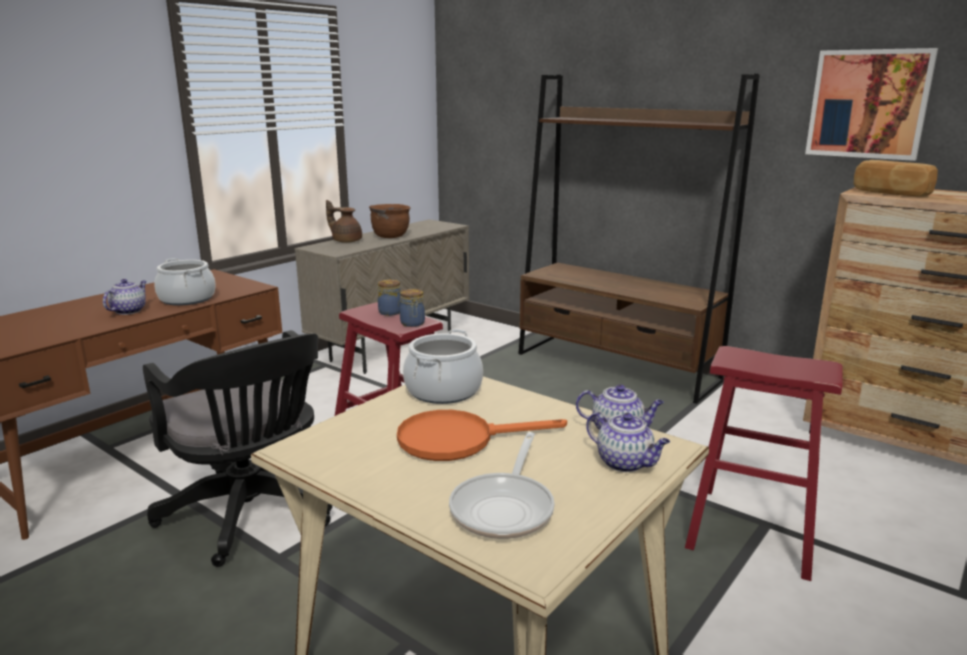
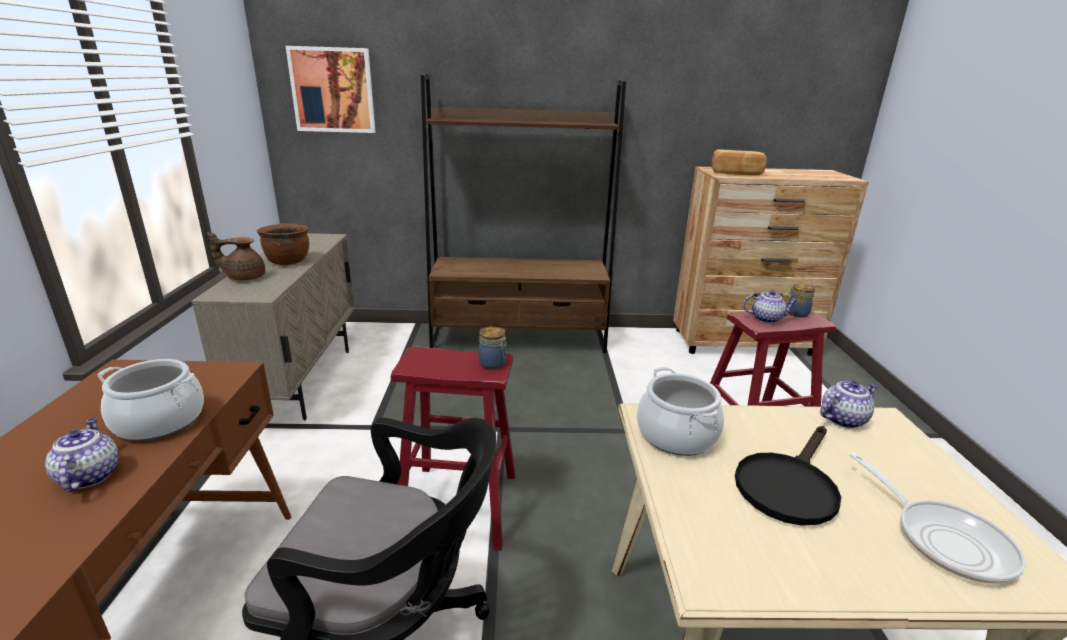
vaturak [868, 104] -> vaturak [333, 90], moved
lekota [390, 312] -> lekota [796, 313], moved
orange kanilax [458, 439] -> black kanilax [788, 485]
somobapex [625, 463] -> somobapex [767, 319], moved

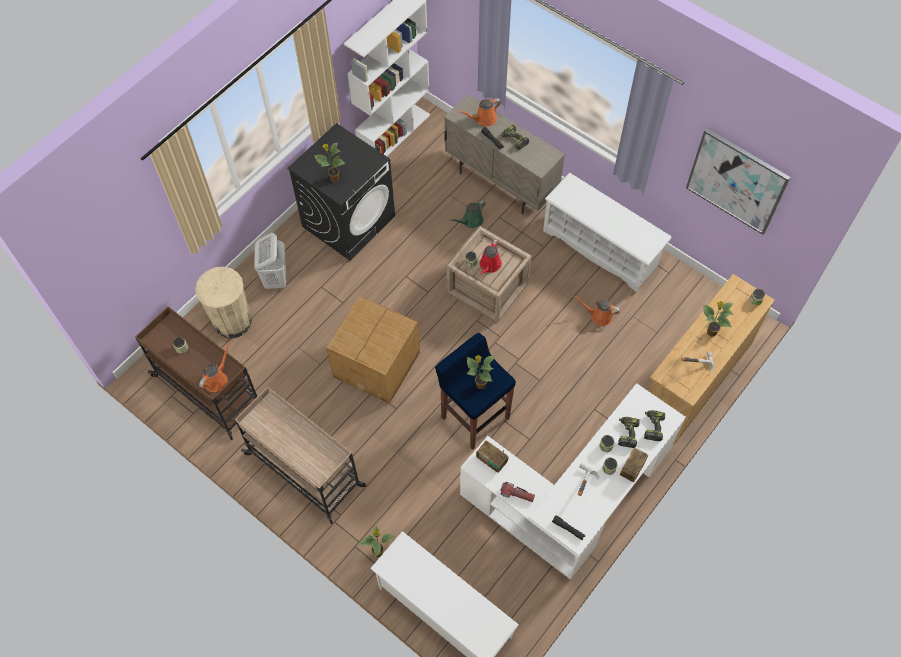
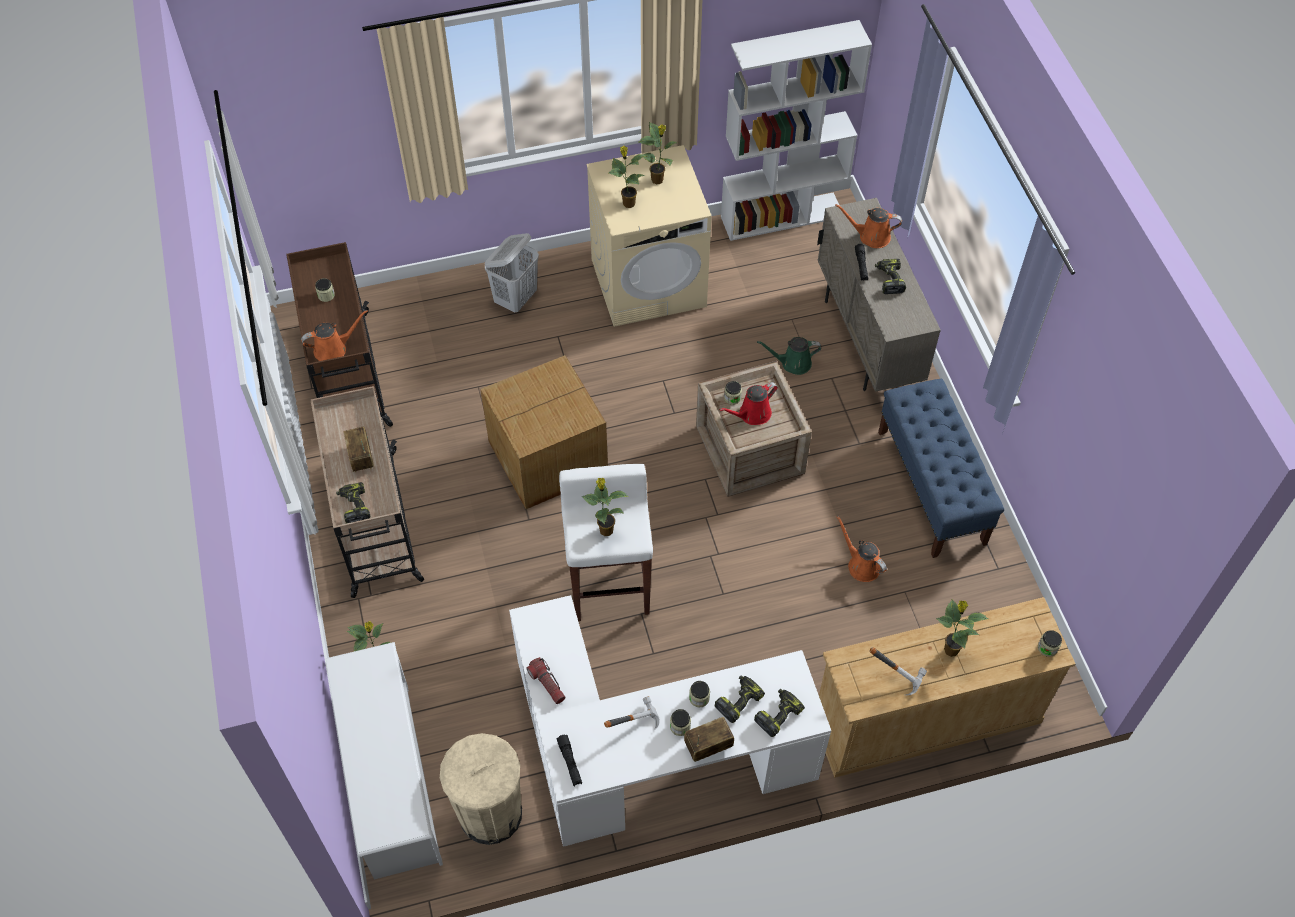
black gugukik [349, 221] -> beige gugukik [649, 283]
vaturak [736, 181] -> none
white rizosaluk [601, 248] -> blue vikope [931, 487]
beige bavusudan [232, 322] -> beige bavusudan [490, 814], moved
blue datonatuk [474, 417] -> white datonatuk [609, 586]
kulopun [491, 460] -> kulopun [361, 457], moved
none -> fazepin [658, 180]
none -> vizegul [354, 506]

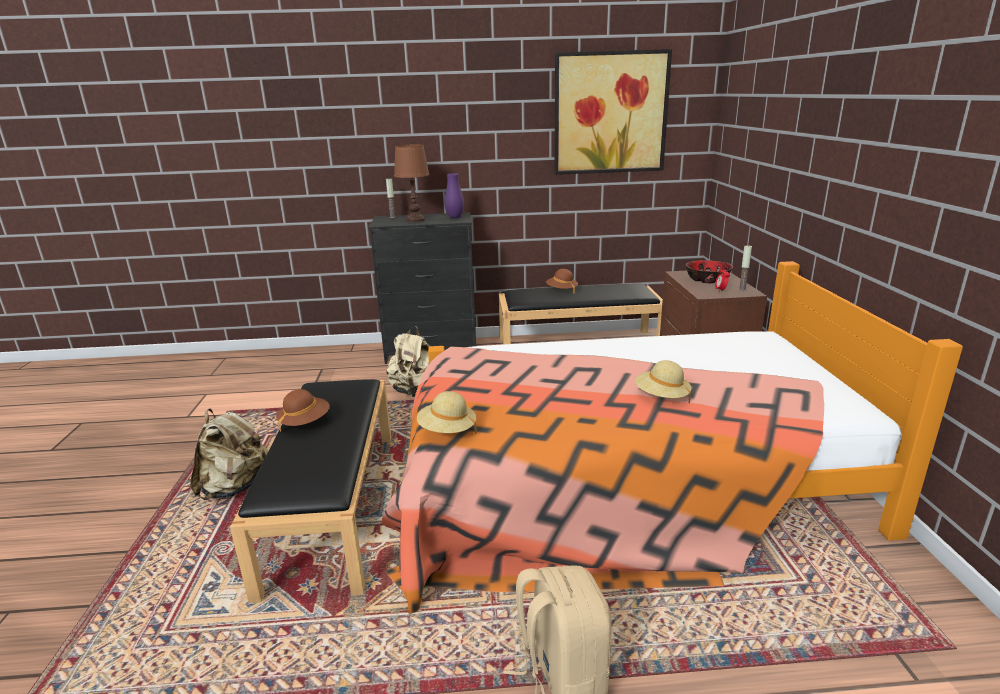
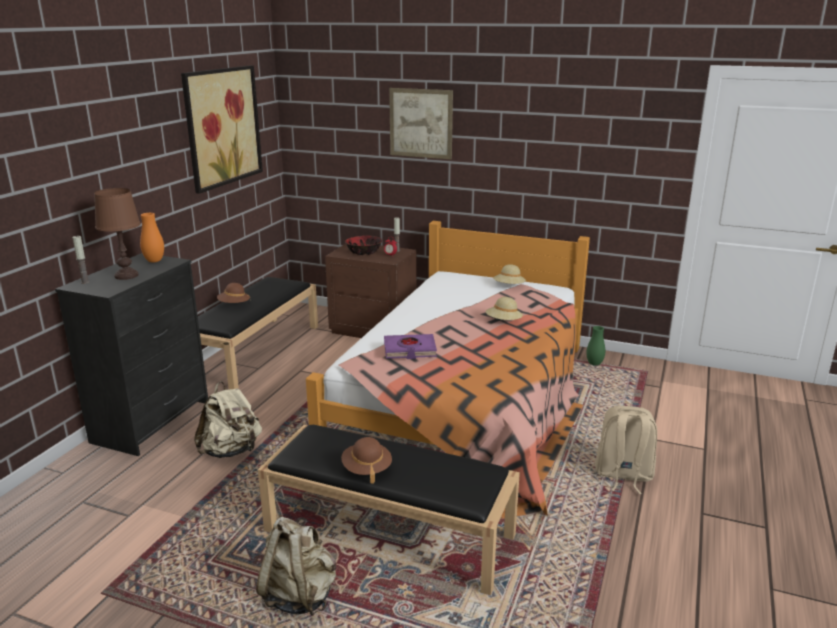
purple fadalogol [455, 217] -> orange fadalogol [154, 261]
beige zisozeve [447, 430] -> beige zisozeve [509, 286], moved
none -> vaturak [421, 123]
none -> green fadalogol [594, 364]
none -> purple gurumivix [409, 350]

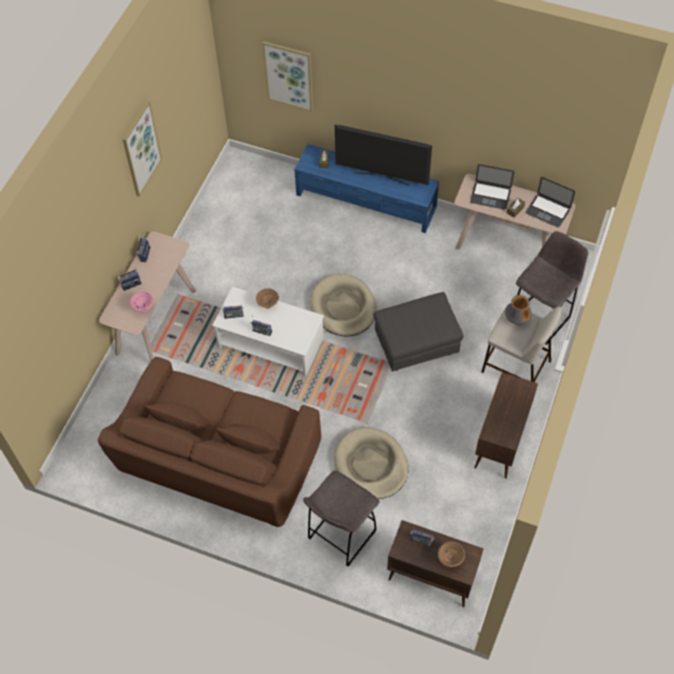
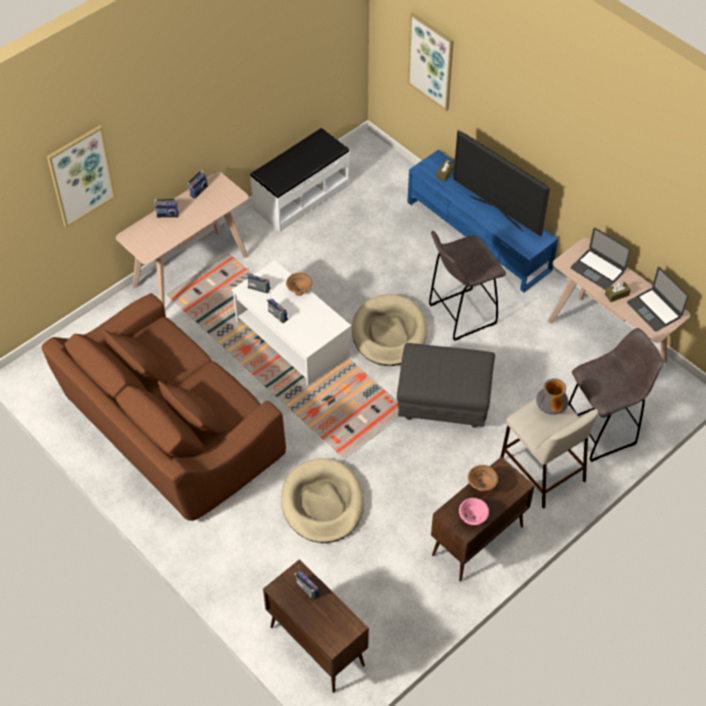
vaturak [141, 149] -> vaturak [81, 176], moved
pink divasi [144, 308] -> pink divasi [472, 520], moved
grey datonatuk [340, 536] -> grey datonatuk [460, 315], moved
brown divasi [450, 559] -> brown divasi [481, 487], moved
none -> white vikope [301, 197]

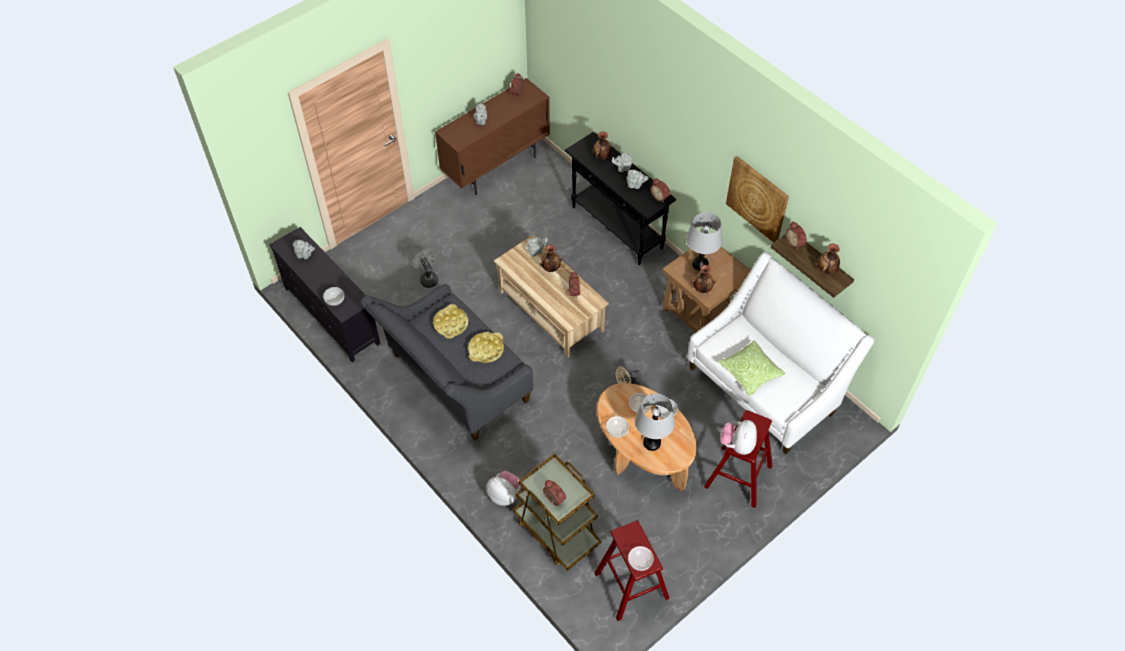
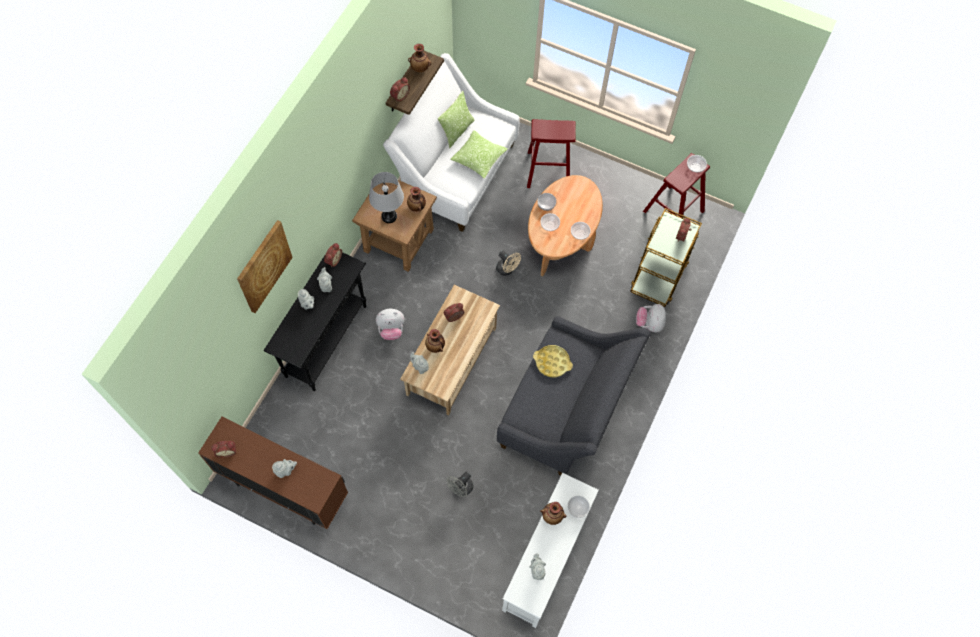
fadalogol [602, 156] -> fadalogol [552, 516], moved
vaturak [757, 199] -> vaturak [264, 266], moved
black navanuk [331, 316] -> white navanuk [546, 560]
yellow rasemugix [451, 324] -> none
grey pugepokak [651, 442] -> none
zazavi [737, 445] -> zazavi [391, 329], moved
none -> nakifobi [457, 131]

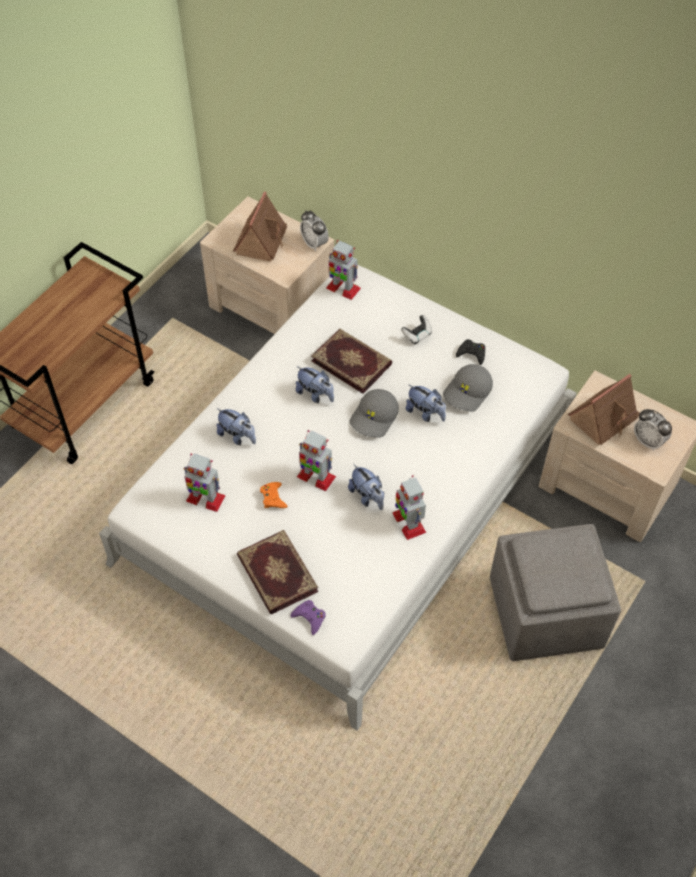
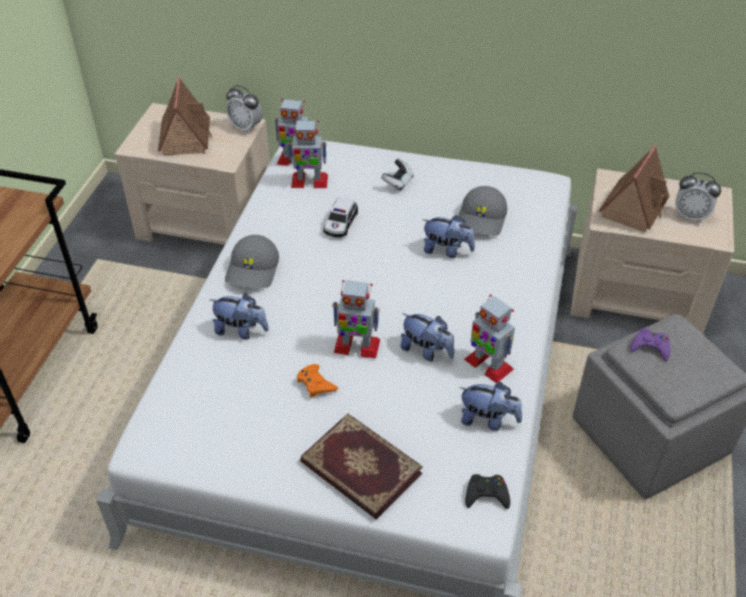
gurumivix [352, 362] -> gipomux [340, 223]
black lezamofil [471, 353] -> black lezamofil [486, 494], moved
zazavi [315, 394] -> zazavi [488, 420], moved
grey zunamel [374, 418] -> grey zunamel [253, 270], moved
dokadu [205, 498] -> dokadu [309, 181], moved
purple lezamofil [309, 618] -> purple lezamofil [650, 347], moved

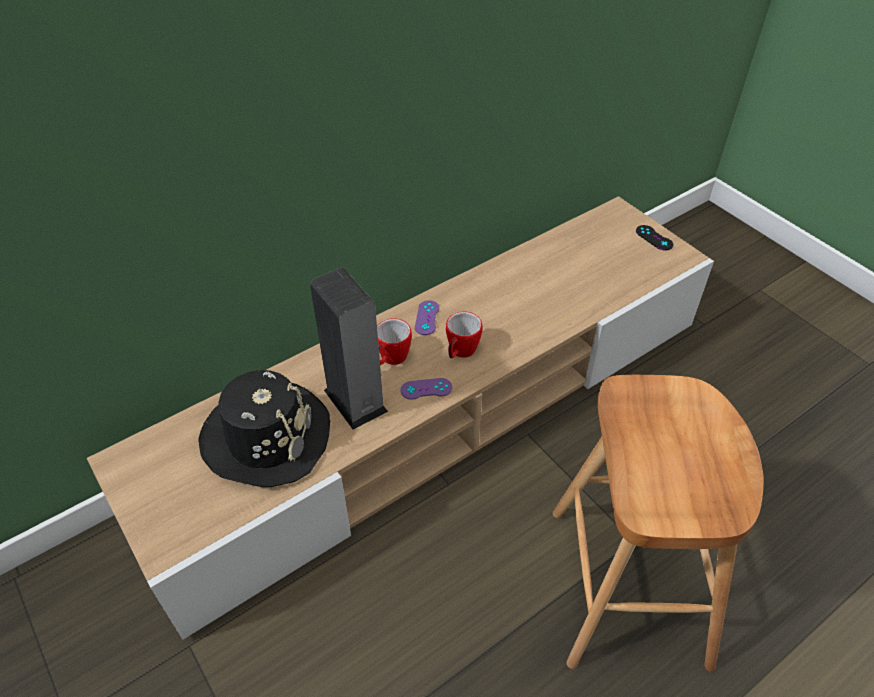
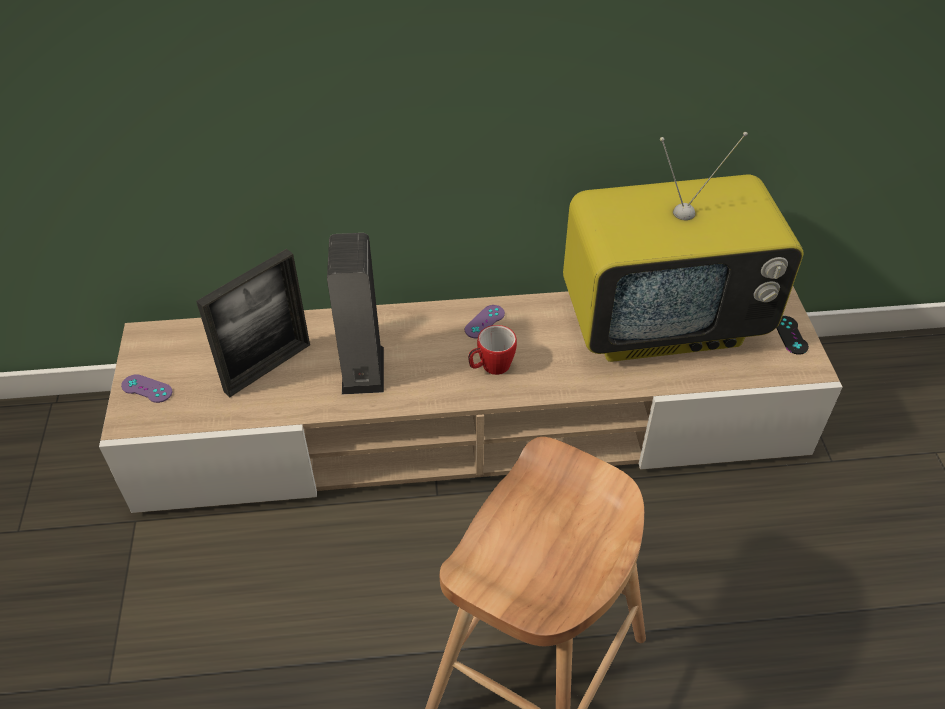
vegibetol [391, 359] -> none
black zisozeve [266, 436] -> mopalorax [267, 368]
purple lezamofil [426, 389] -> purple lezamofil [147, 389], moved
none -> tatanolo [663, 322]

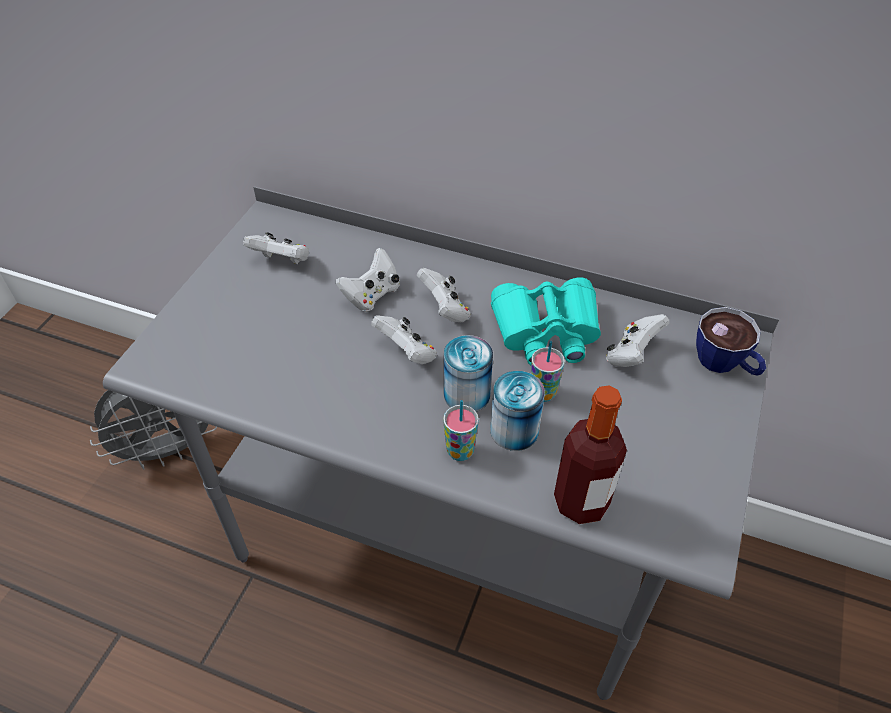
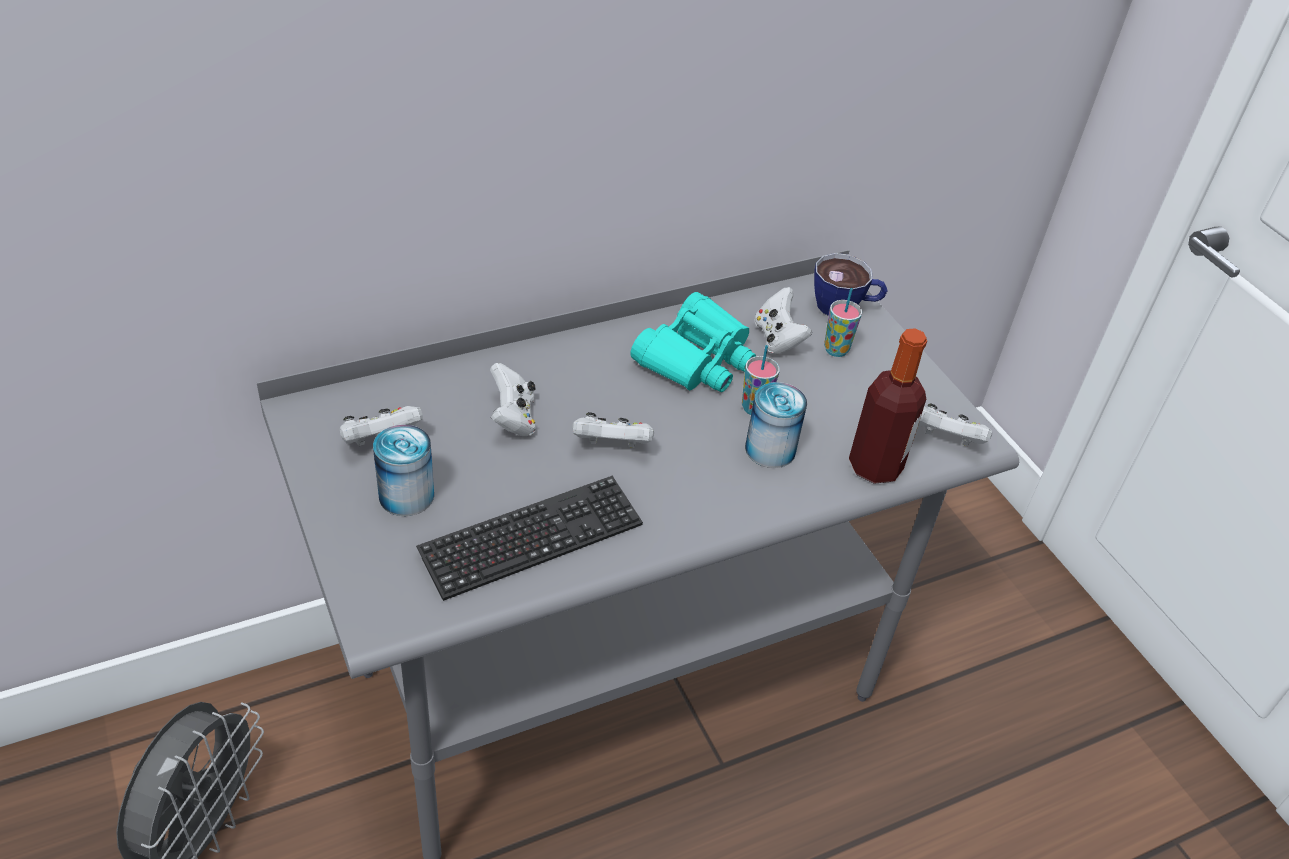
white lezamofil [445, 310] -> white lezamofil [946, 441], moved
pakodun [467, 394] -> pakodun [406, 495], moved
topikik [460, 451] -> topikik [836, 350], moved
none -> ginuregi [531, 539]

